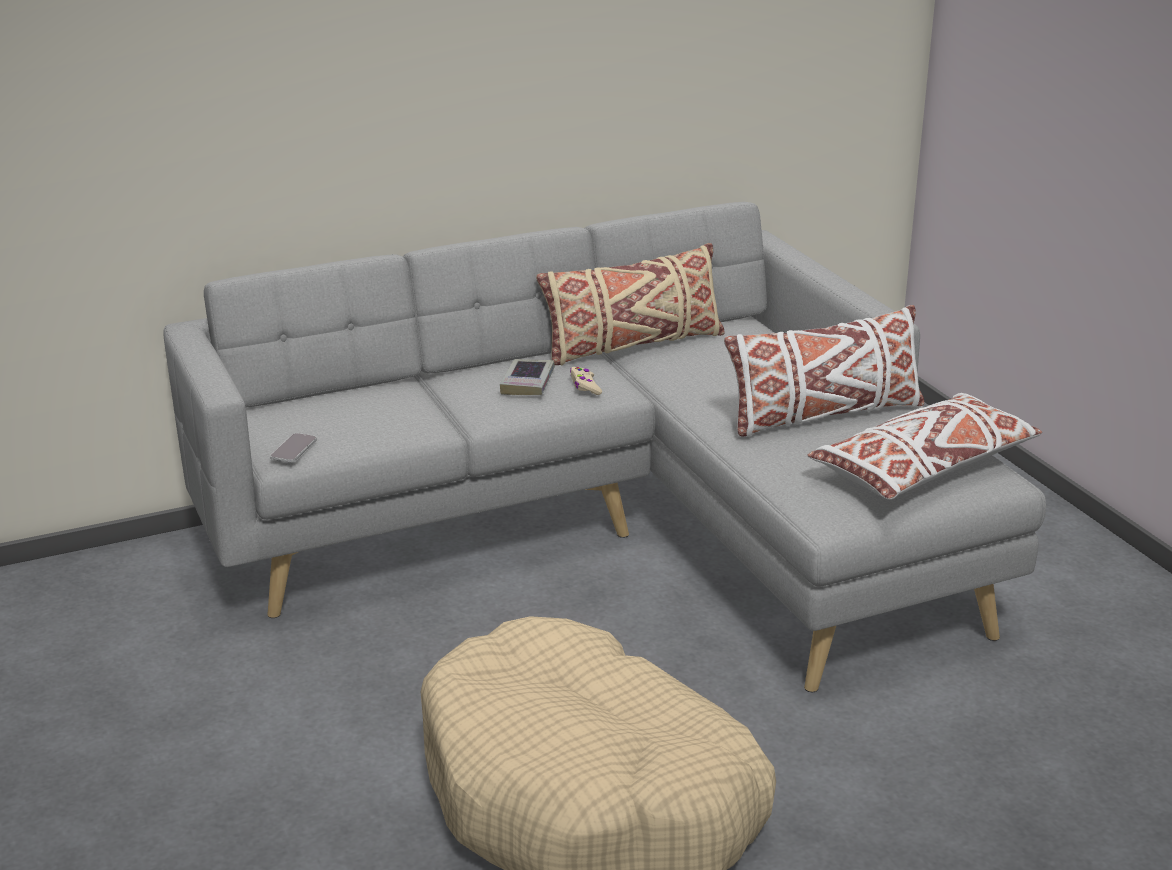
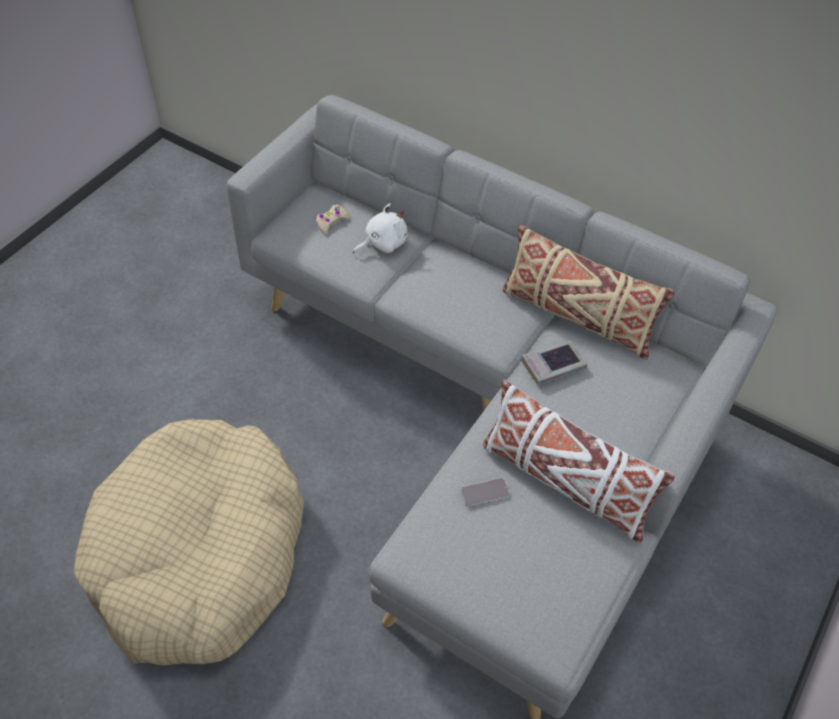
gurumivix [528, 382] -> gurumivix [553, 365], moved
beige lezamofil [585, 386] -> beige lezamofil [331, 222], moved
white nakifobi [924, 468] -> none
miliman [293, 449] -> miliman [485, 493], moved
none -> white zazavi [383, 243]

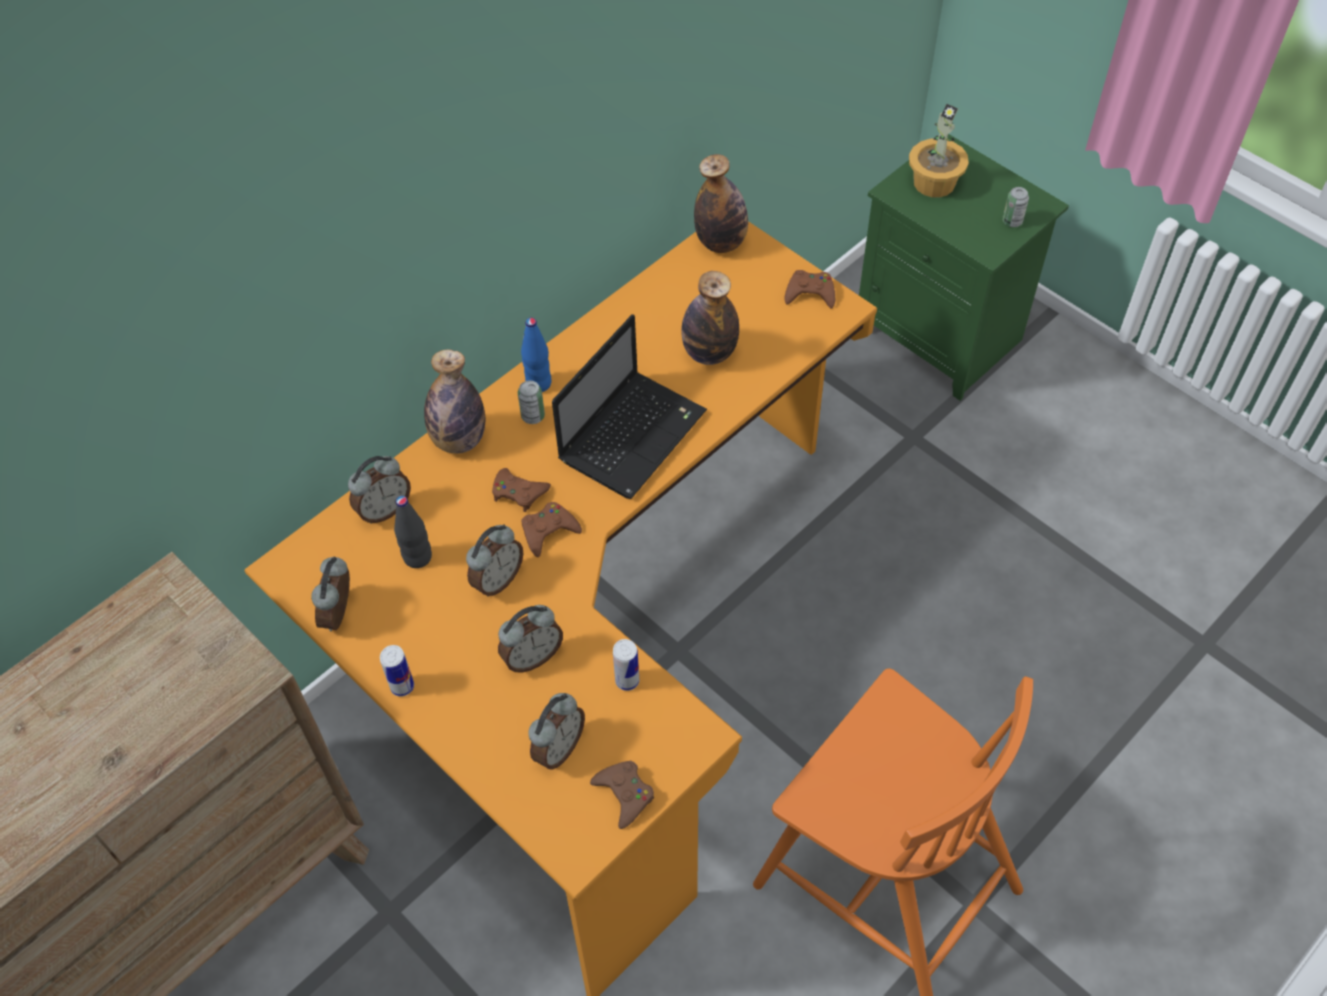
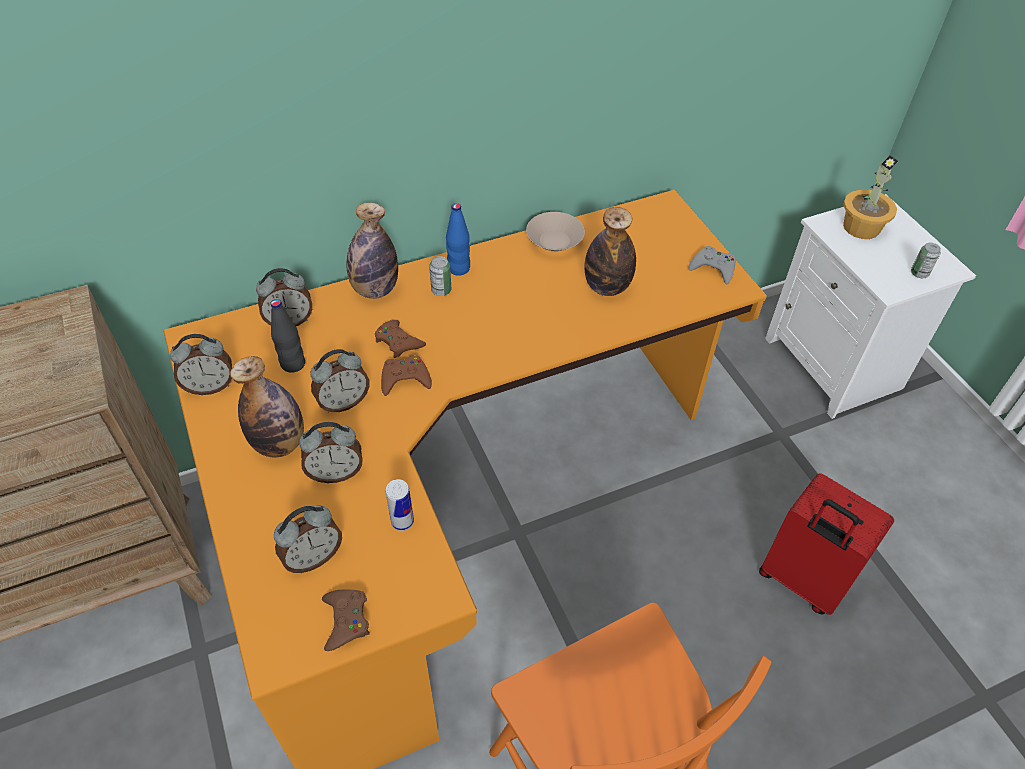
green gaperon [942, 335] -> white gaperon [836, 365]
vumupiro [721, 242] -> vumupiro [279, 443], moved
brown lezamofil [810, 293] -> grey lezamofil [713, 268]
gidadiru [633, 434] -> none
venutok [341, 614] -> venutok [210, 386], 135 degrees counterclockwise
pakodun [402, 686] -> none
none -> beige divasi [555, 242]
none -> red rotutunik [801, 580]

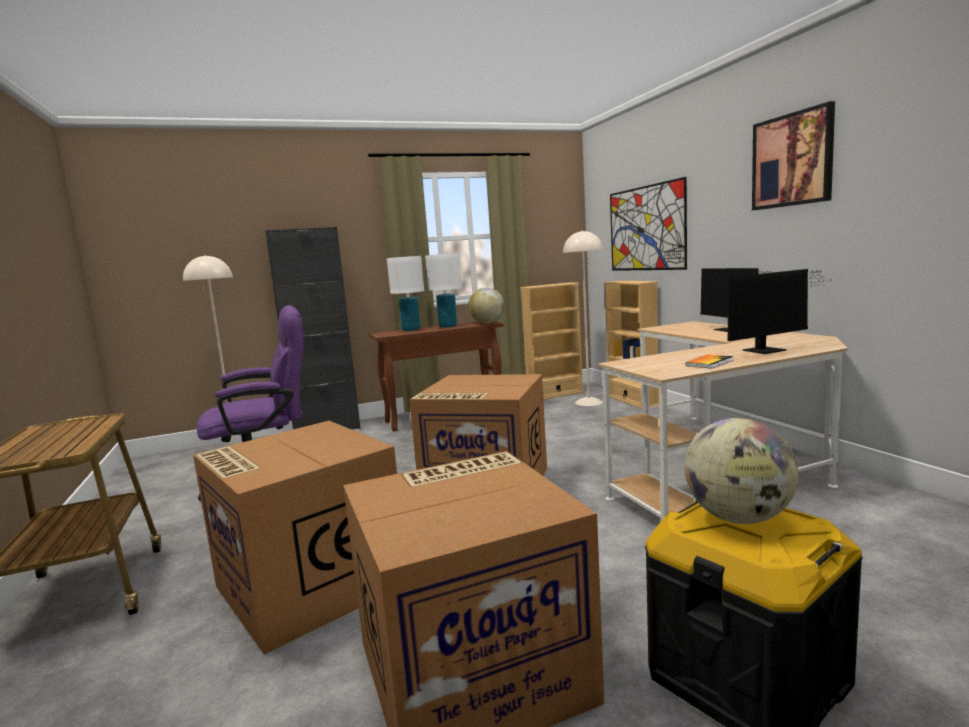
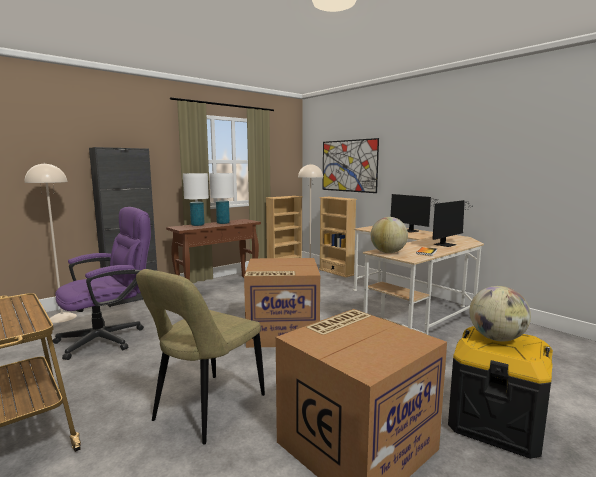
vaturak [792, 160] -> none
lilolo [487, 323] -> lilolo [388, 252], moved
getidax [307, 585] -> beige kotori [206, 410]

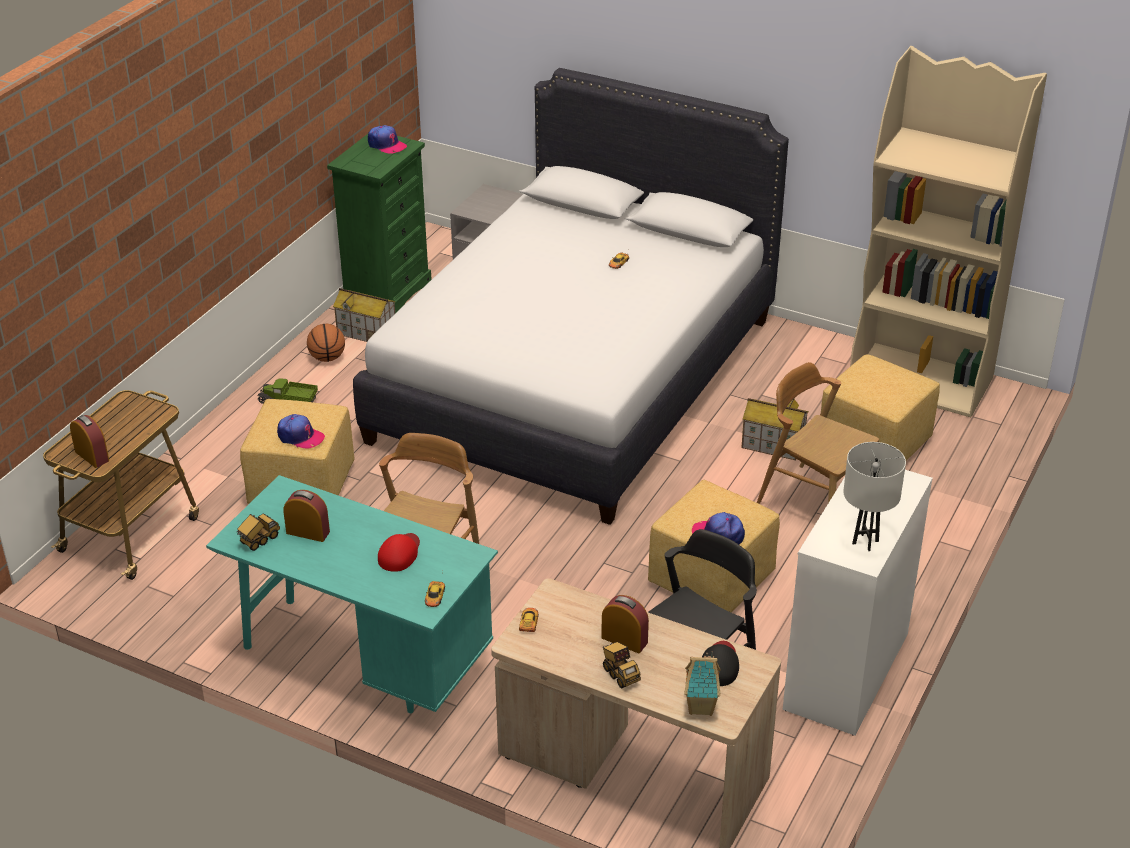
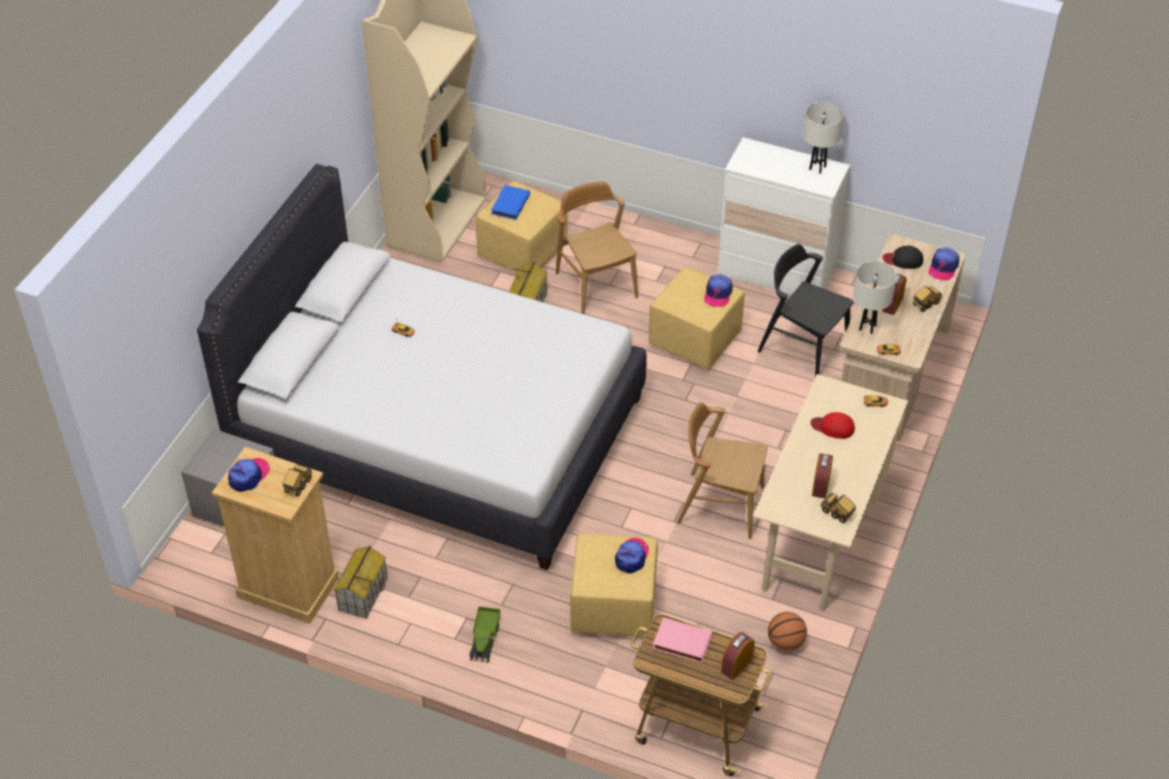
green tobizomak [386, 292] -> beige tobizomak [288, 588]
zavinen [327, 358] -> zavinen [785, 642], moved
brown kotori [814, 501] -> brown kotori [596, 285], 120 degrees clockwise
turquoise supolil [362, 660] -> beige supolil [821, 532]
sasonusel [702, 707] -> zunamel [943, 267]
none -> blue gurumivix [509, 204]
none -> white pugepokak [867, 327]
none -> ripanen [298, 486]
none -> pink gurumivix [681, 643]

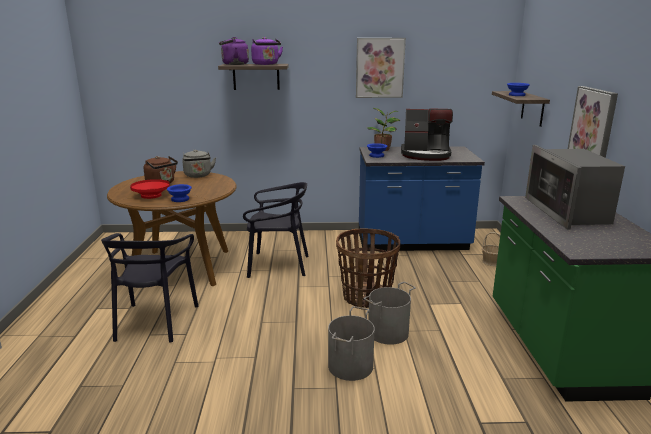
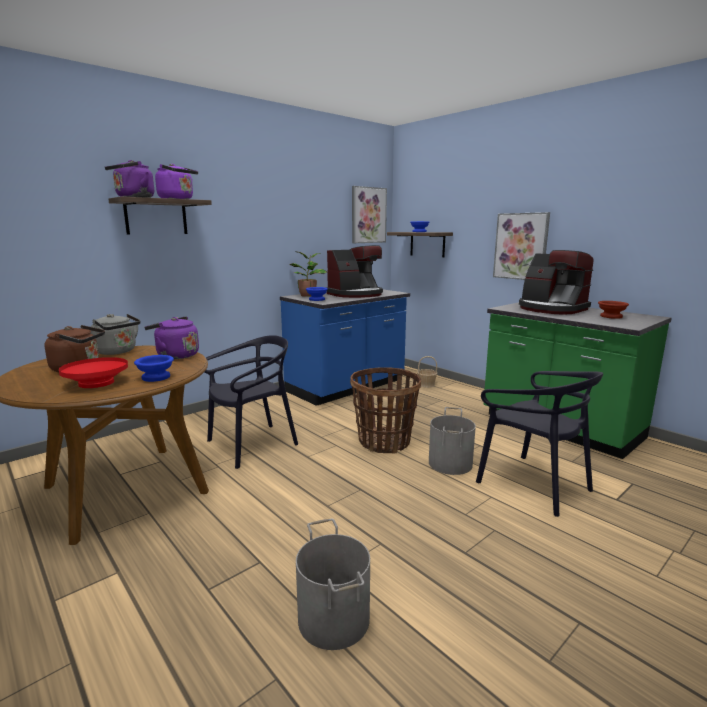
vaturak [379, 68] -> vaturak [368, 215], moved
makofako [568, 212] -> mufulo [551, 309]
black kotori [155, 322] -> black kotori [533, 484], moved
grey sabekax [349, 366] -> grey sabekax [332, 618], moved
none -> brown divasi [611, 317]
none -> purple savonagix [175, 356]

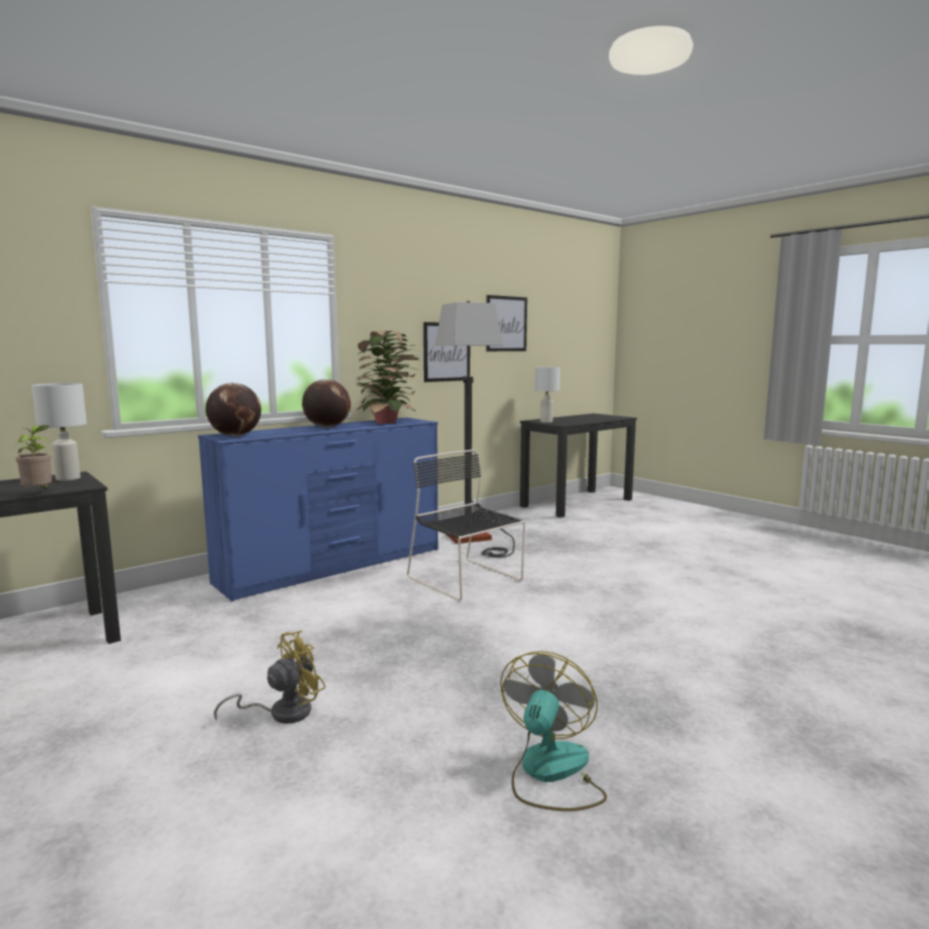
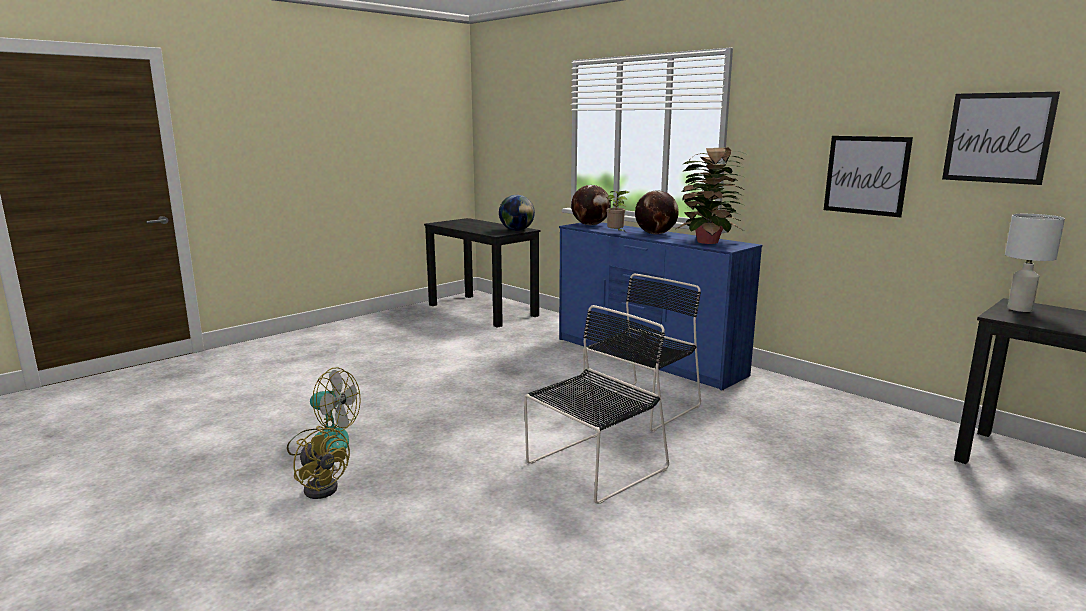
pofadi [476, 540] -> none
white pugepokak [67, 478] -> lilolo [516, 230]
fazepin [39, 493] -> fazepin [616, 233], moved
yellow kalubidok [282, 712] -> yellow kalubidok [323, 486], moved
none -> black kotori [593, 467]

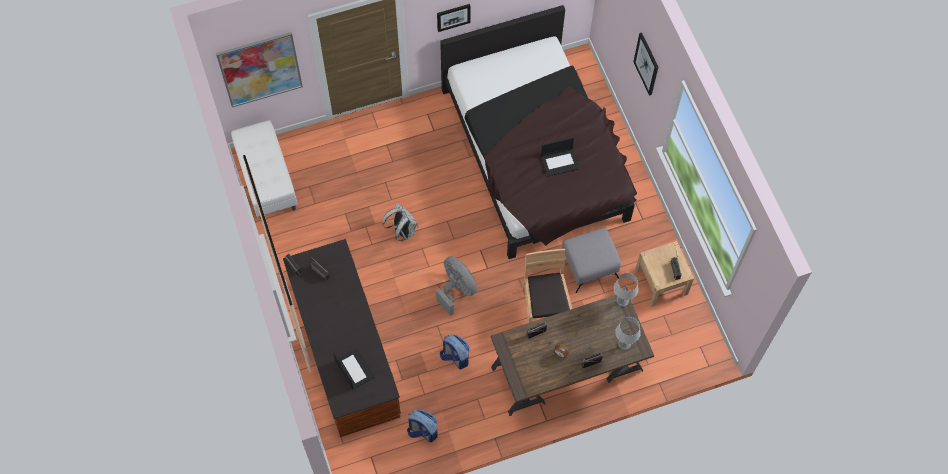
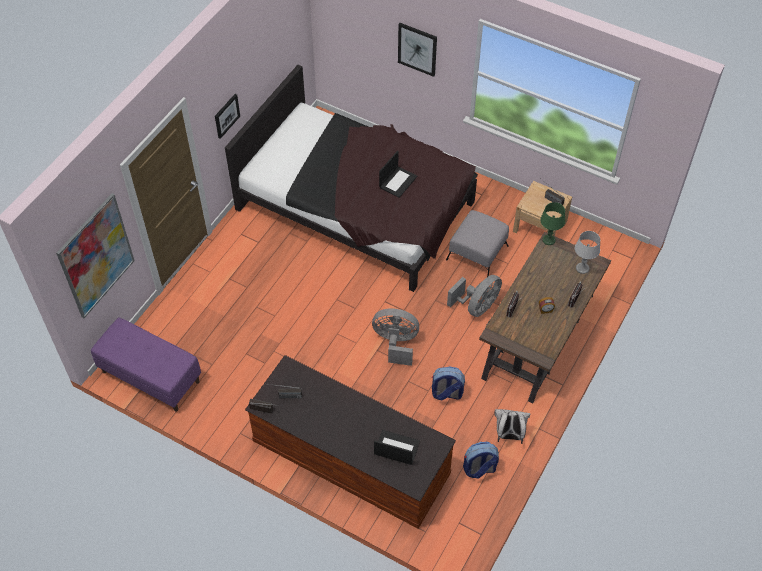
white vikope [266, 180] -> purple vikope [150, 377]
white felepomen [402, 231] -> white felepomen [509, 435], moved
brown kotori [544, 308] -> grey kalubidok [477, 306]
grey pugepokak [622, 300] -> green pugepokak [548, 240]

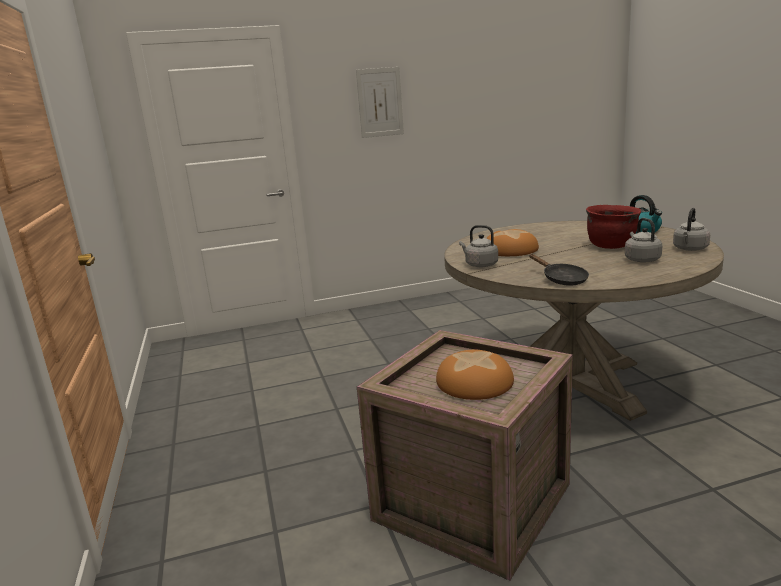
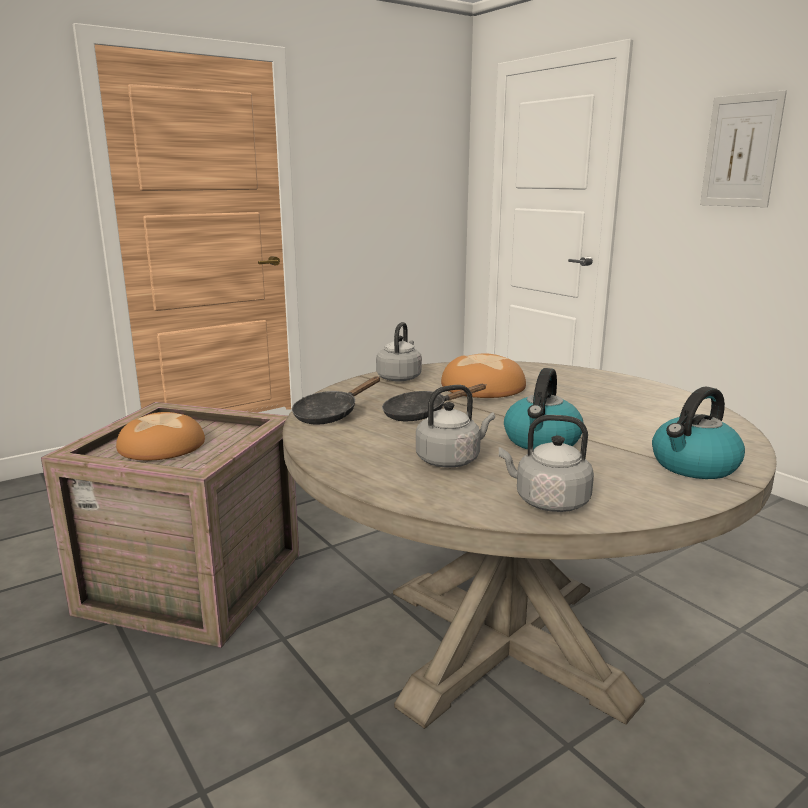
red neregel [611, 246] -> savonagix [542, 441]
none -> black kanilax [421, 414]

